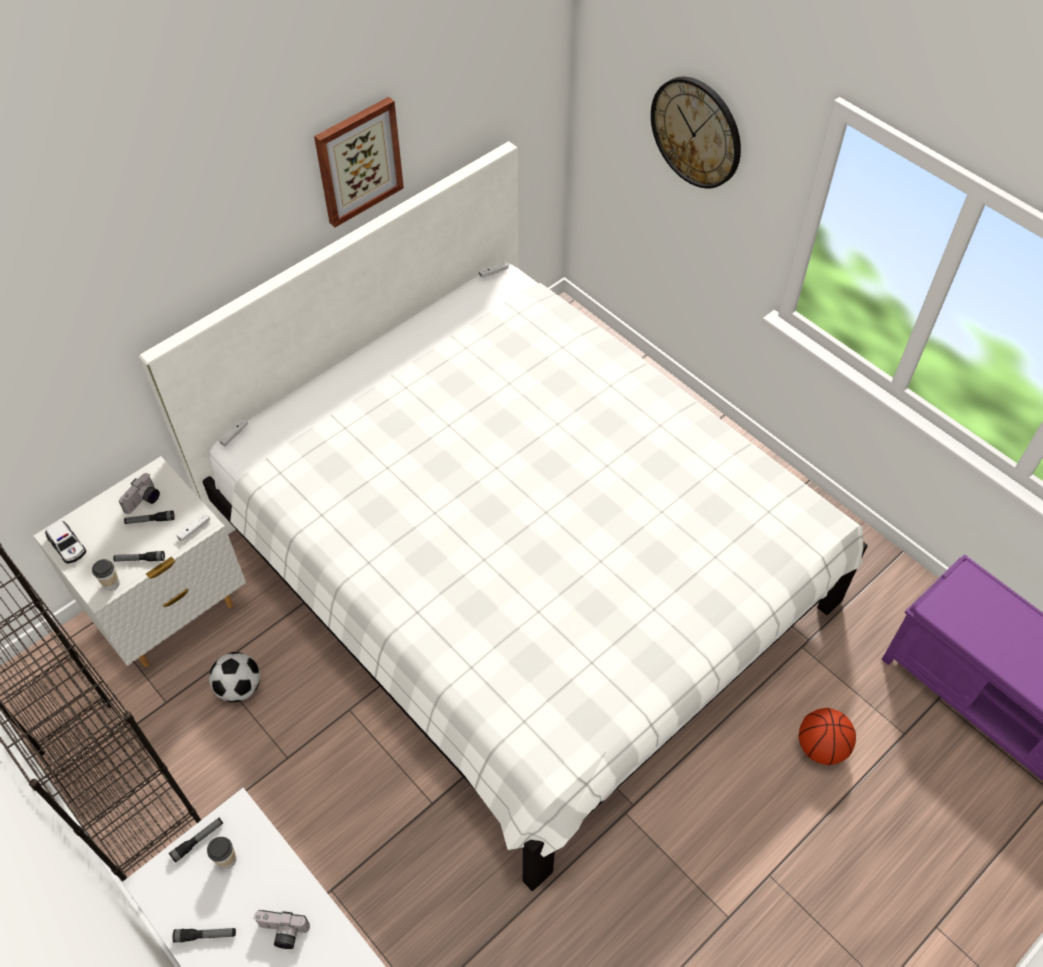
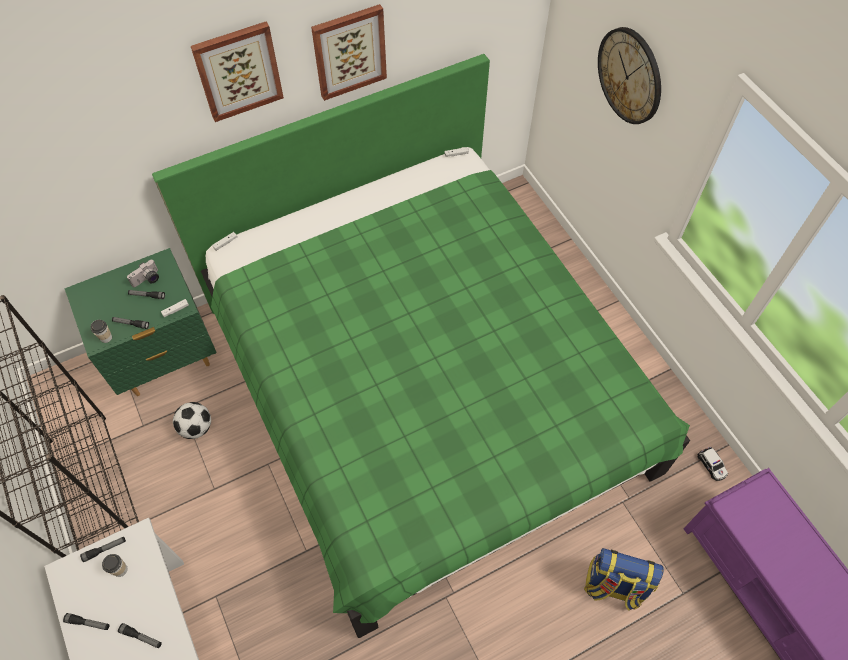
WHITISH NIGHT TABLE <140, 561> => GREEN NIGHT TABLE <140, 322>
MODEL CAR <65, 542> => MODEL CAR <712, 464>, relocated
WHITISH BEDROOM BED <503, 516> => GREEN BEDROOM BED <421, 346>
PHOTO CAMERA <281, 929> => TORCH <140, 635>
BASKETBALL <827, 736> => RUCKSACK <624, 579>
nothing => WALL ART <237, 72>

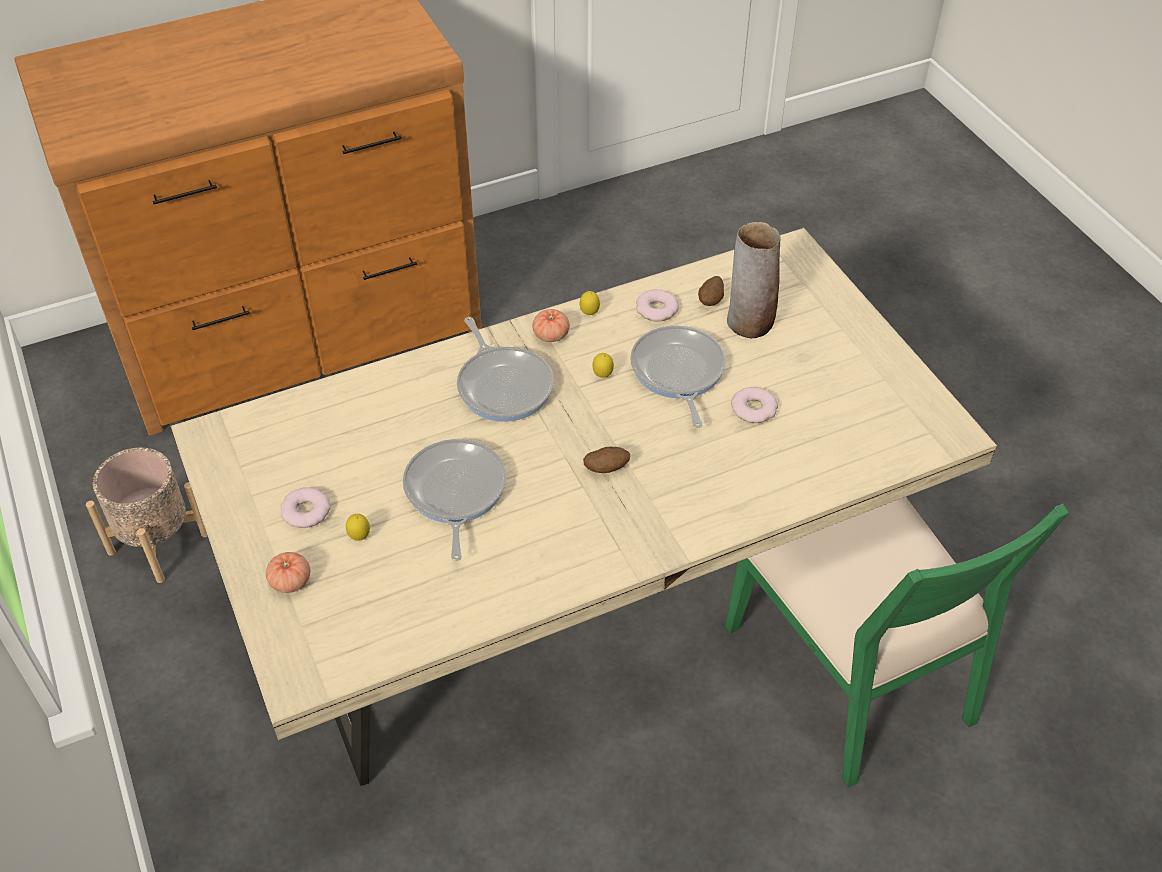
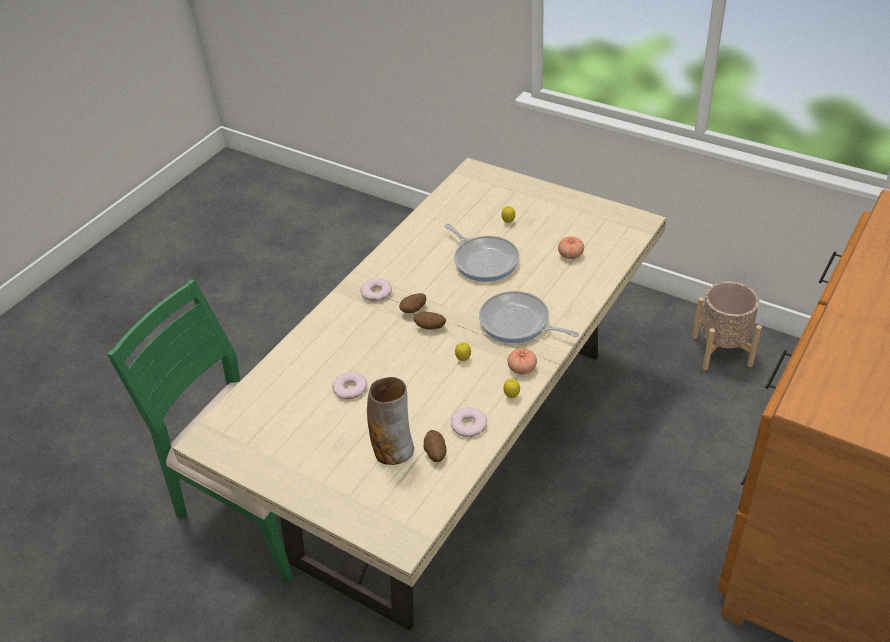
WHOLE TOMATO <288, 572> => WHOLE TOMATO <571, 247>, relocated
RING DOUGHNUT <305, 507> => RING DOUGHNUT <376, 289>, relocated
PAN <678, 376> => nothing
nothing => WHOLE POTATO <430, 321>

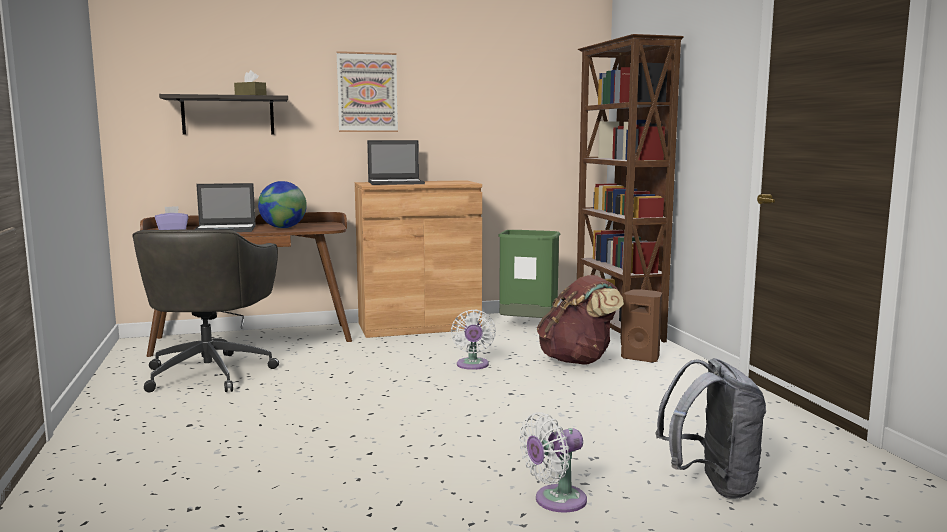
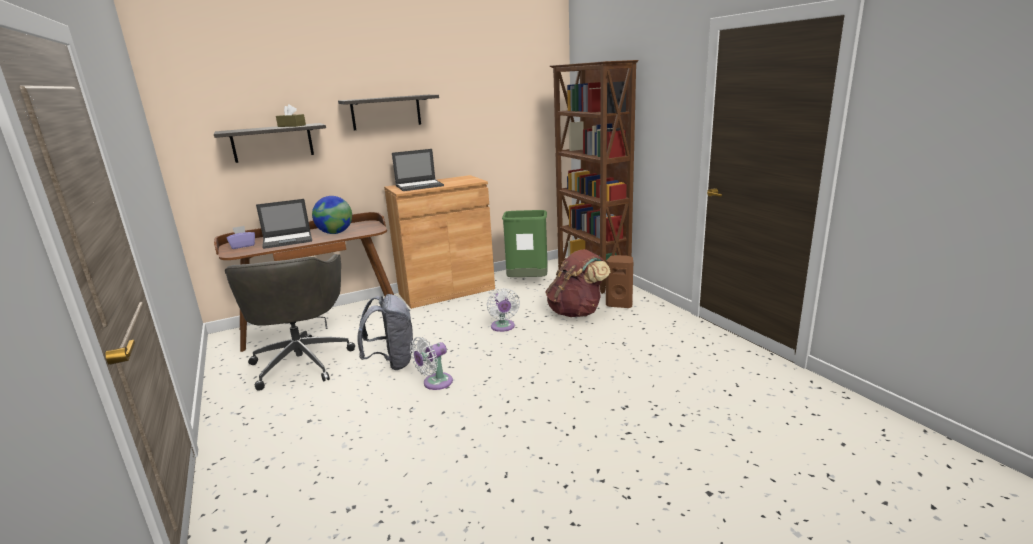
WALL ART <367, 91> => SHELF <388, 112>
WHITISH COOLING FAN <553, 462> => WHITISH COOLING FAN <431, 363>, relocated
GREYISH RUCKSACK <710, 428> => GREYISH RUCKSACK <385, 332>, relocated

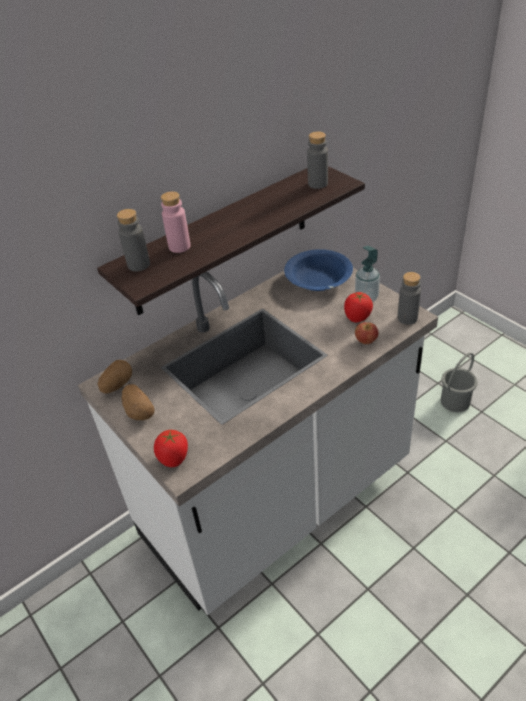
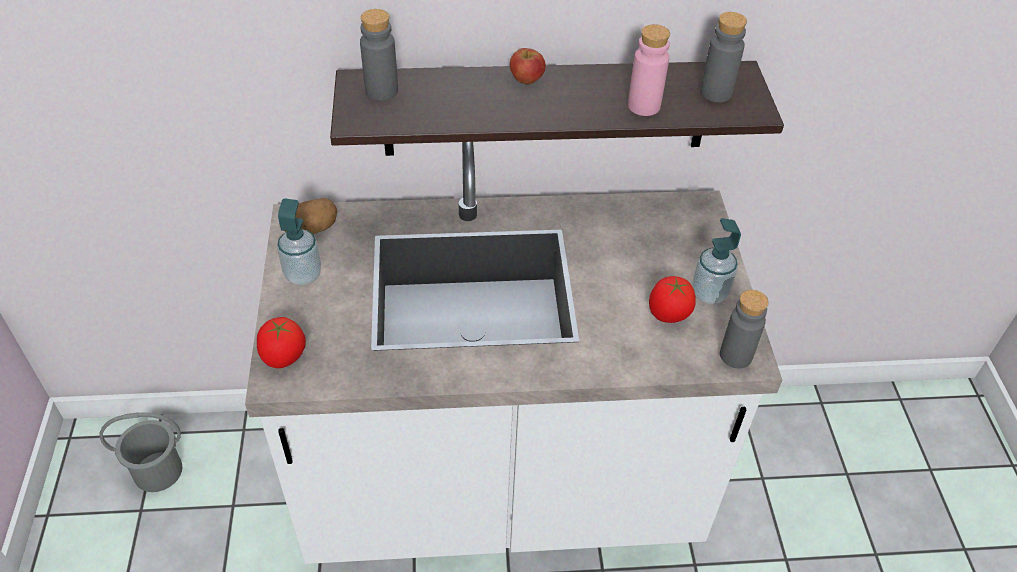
WHOLE POTATO <138, 402> => SOAP DISPENSER <299, 242>
PINK BEVERAGE BOTTLE <176, 222> => PINK BEVERAGE BOTTLE <649, 70>, relocated
BLUE SERVING BOWL <318, 270> => nothing
WHOLE APPLE <366, 333> => WHOLE APPLE <528, 66>, relocated
GREYISH PAIL <459, 382> => GREYISH PAIL <141, 452>, relocated

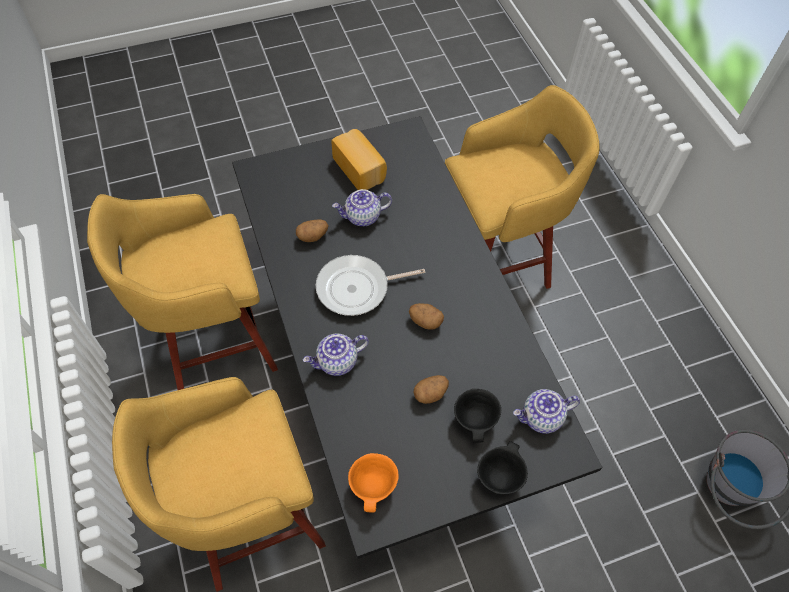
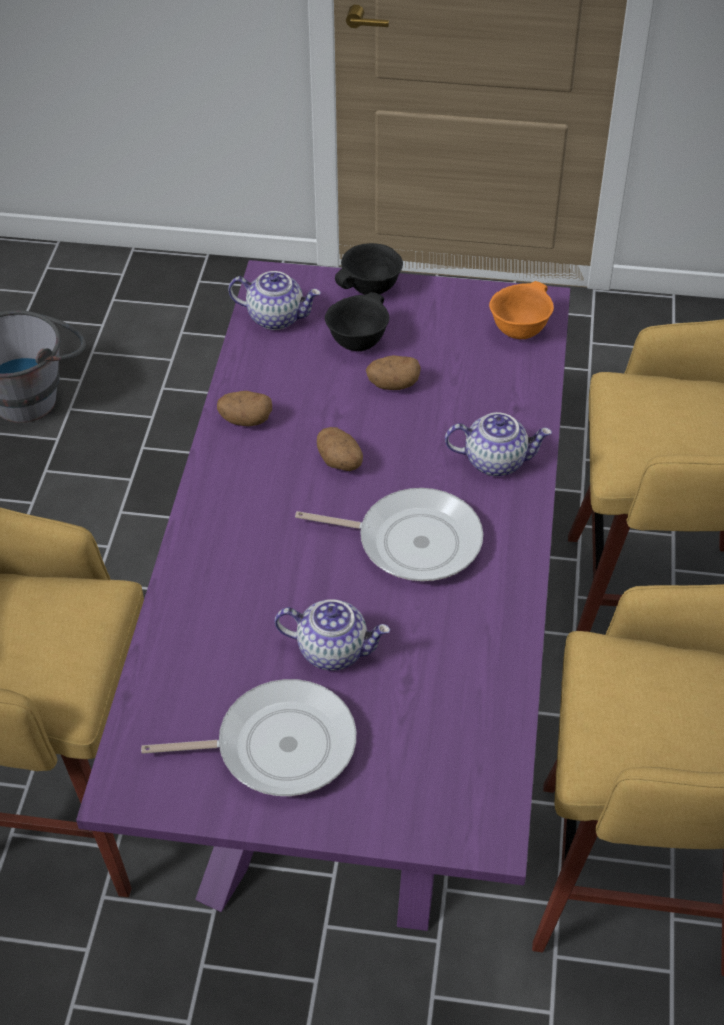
BLACK-COLOURED DINNER TABLE <417, 337> => PURPLE-COLOURED DINNER TABLE <323, 595>
WHOLE POTATO <312, 230> => WHOLE POTATO <244, 408>, relocated
BREAD <359, 159> => PAN <248, 737>

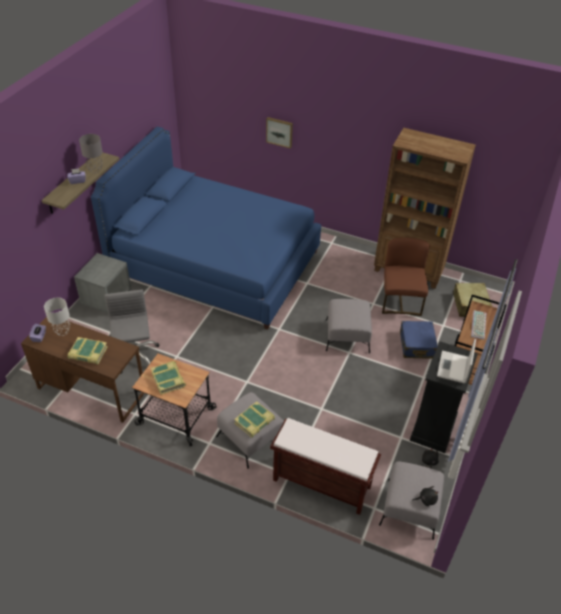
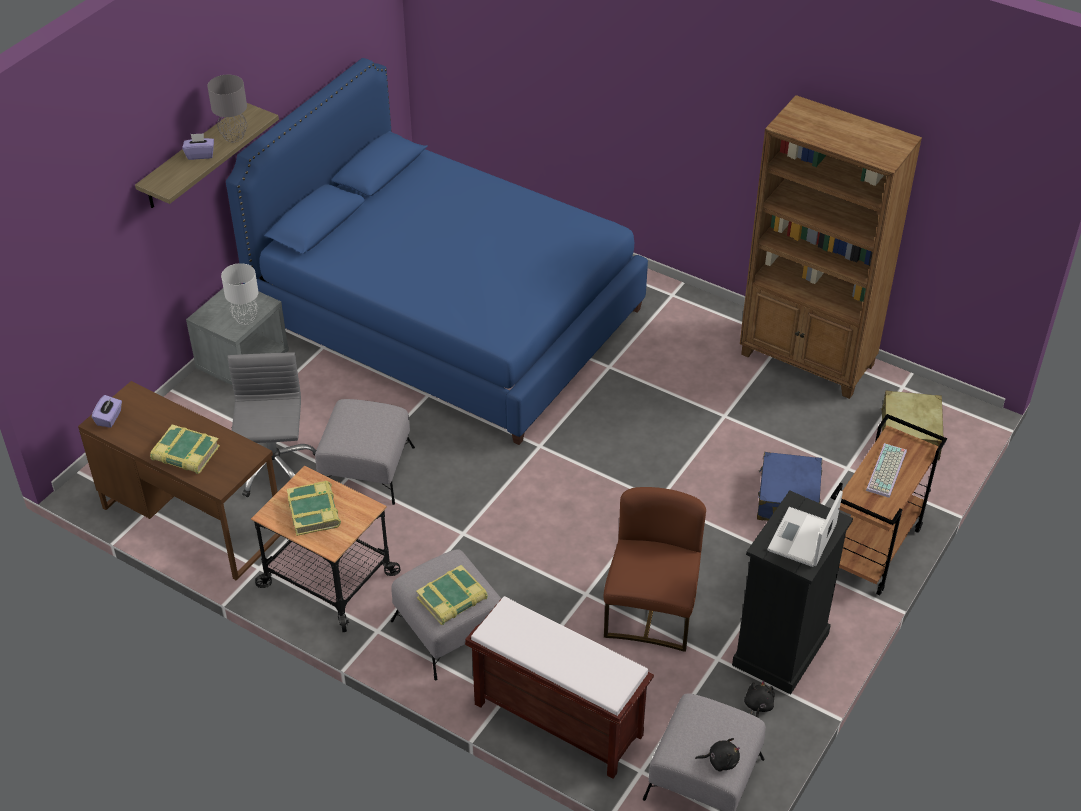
GREYISH LAMP FOR A TABLE <57, 317> => GREYISH LAMP FOR A TABLE <240, 294>, relocated
WALL ART <279, 133> => nothing
GREYISH POUFFE <349, 326> => GREYISH POUFFE <365, 452>, relocated
BROWNISH PLAIN CHAIR <406, 277> => BROWNISH PLAIN CHAIR <655, 569>, relocated

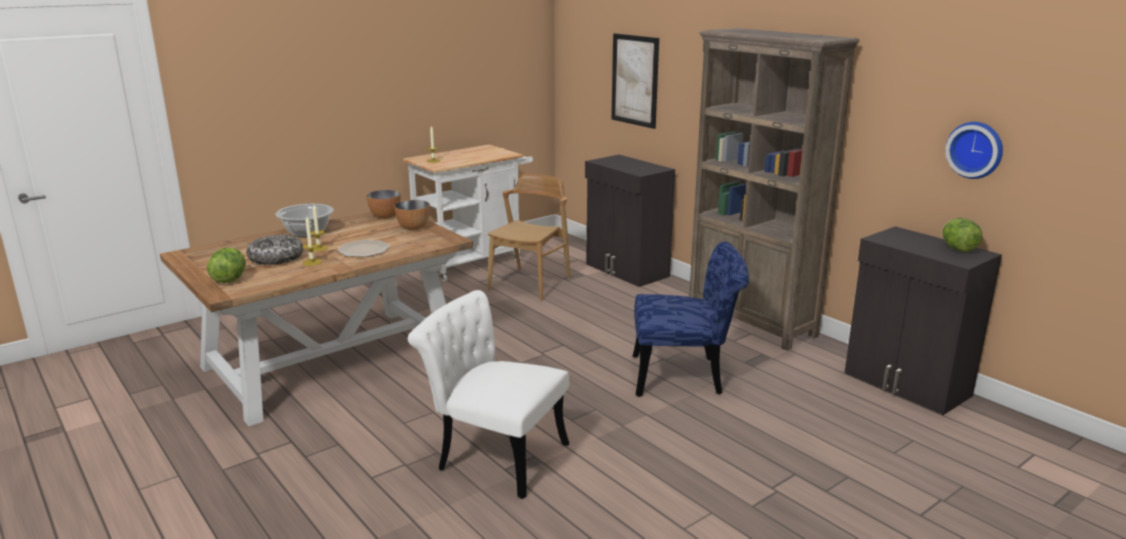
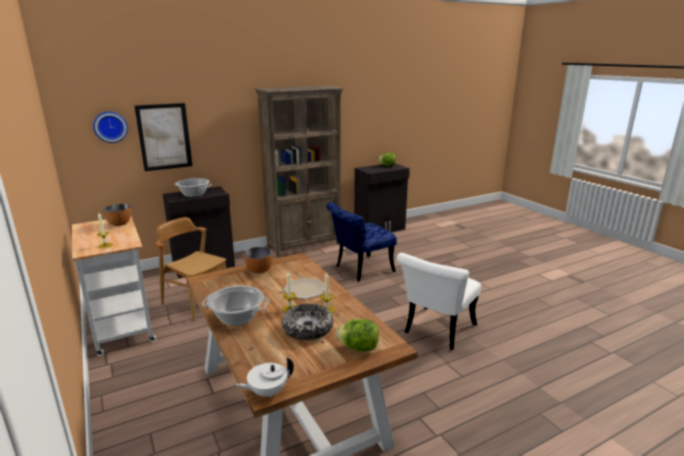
SERVING BOWL <384, 204> => SERVING BOWL <117, 215>, relocated
BLUE PLAIN CHAIR <691, 319> => BLUE PLAIN CHAIR <362, 241>, 135 degrees counterclockwise
CLOCK ON THE WALL <974, 150> => CLOCK ON THE WALL <110, 127>, relocated
nothing => SAUCEPOT <193, 187>
nothing => WHITISH TEAPOT <265, 377>

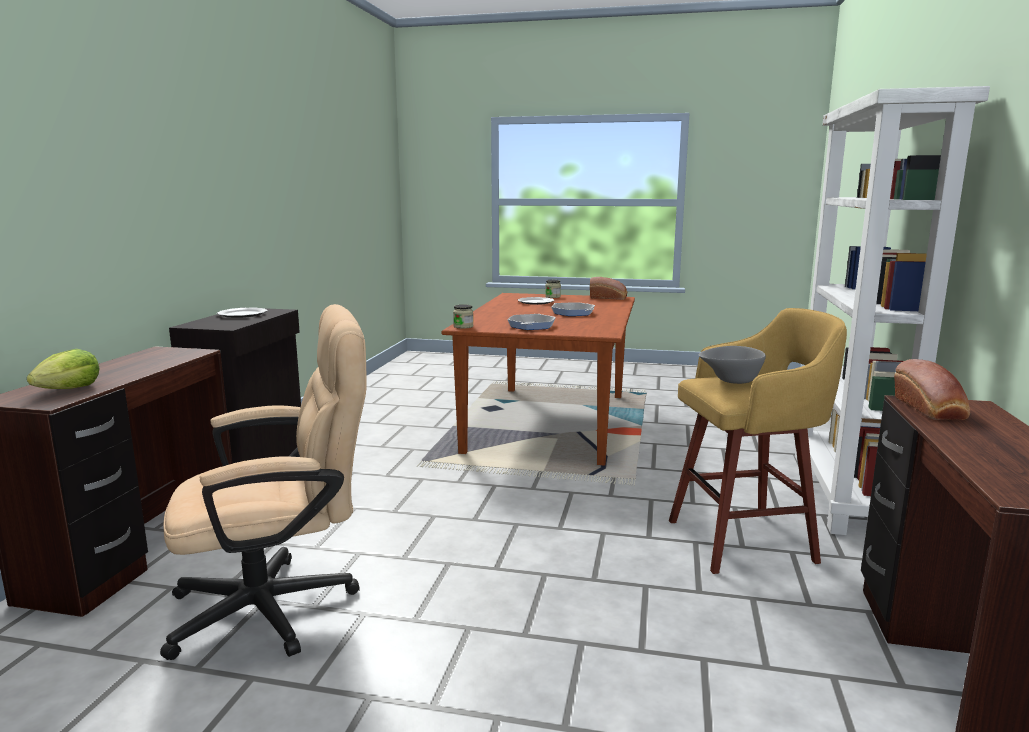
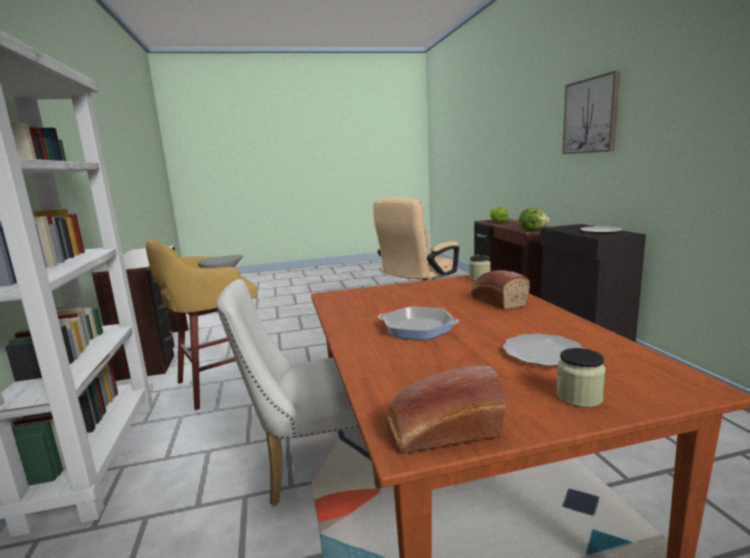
PAN <532, 322> => nothing
BREAD <932, 389> => BREAD <500, 290>, relocated
nothing => WHITISH PLAIN CHAIR <300, 392>
nothing => HEAD OF LETTUCE <534, 219>
nothing => WALL ART <591, 112>

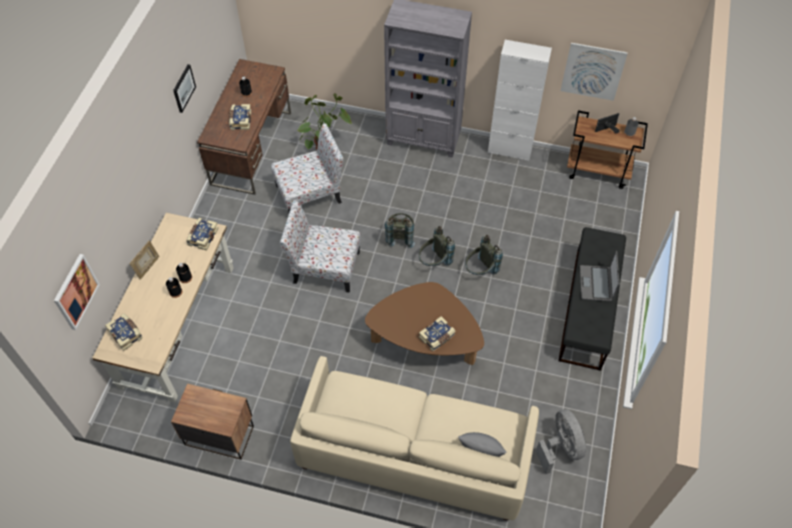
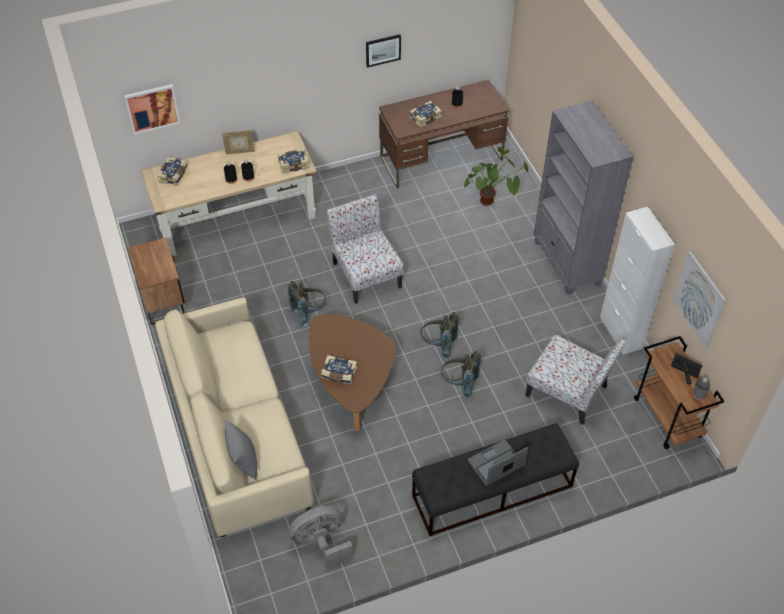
PLAIN CHAIR <307, 167> => PLAIN CHAIR <575, 380>, relocated
GREYISH RUCKSACK <400, 230> => GREYISH RUCKSACK <307, 304>, relocated
GREYISH COOLING FAN <561, 441> => GREYISH COOLING FAN <321, 537>, 150 degrees counterclockwise

